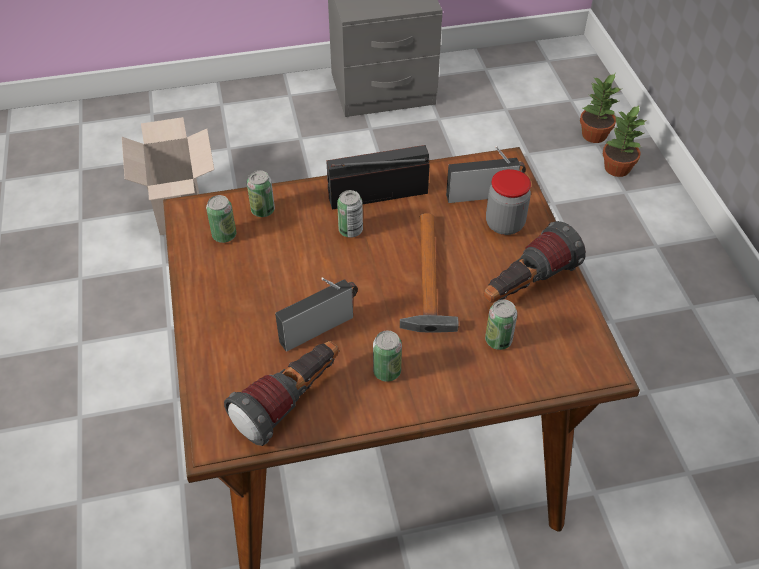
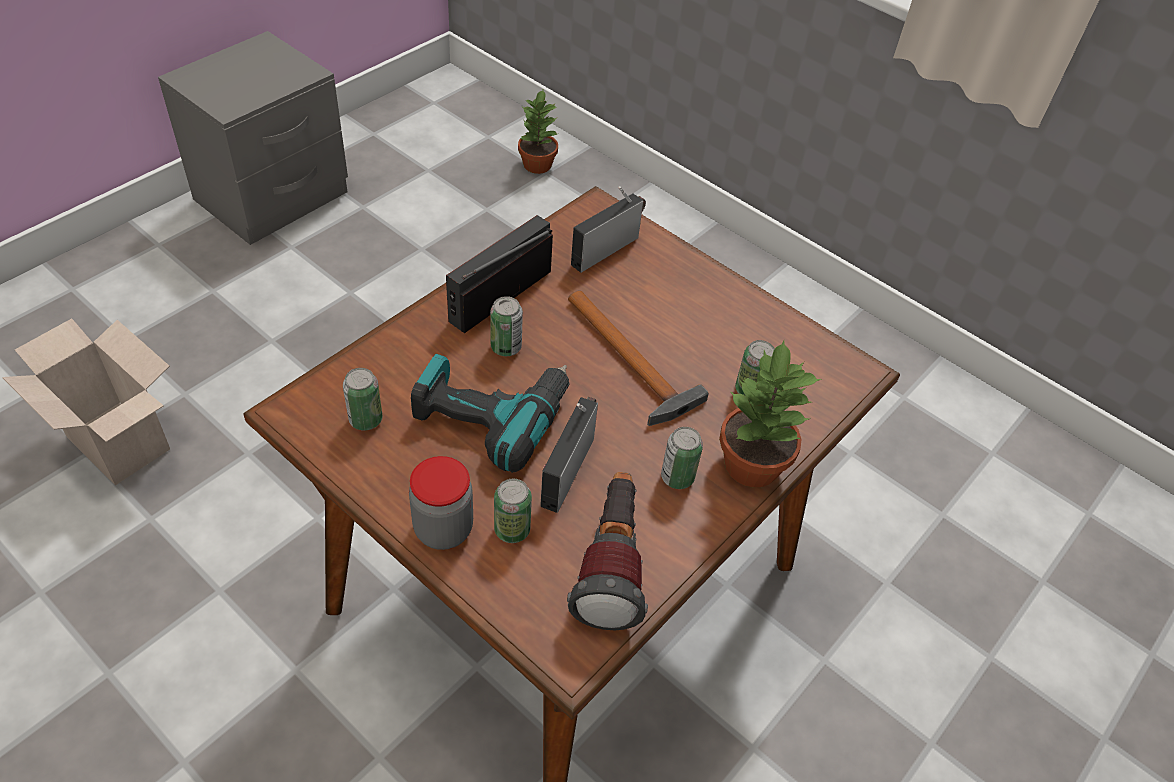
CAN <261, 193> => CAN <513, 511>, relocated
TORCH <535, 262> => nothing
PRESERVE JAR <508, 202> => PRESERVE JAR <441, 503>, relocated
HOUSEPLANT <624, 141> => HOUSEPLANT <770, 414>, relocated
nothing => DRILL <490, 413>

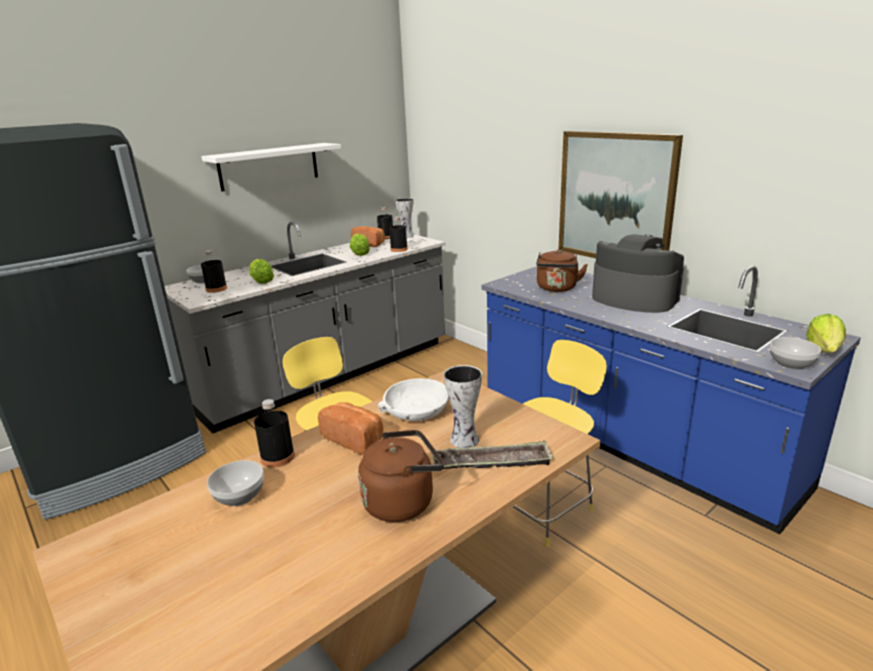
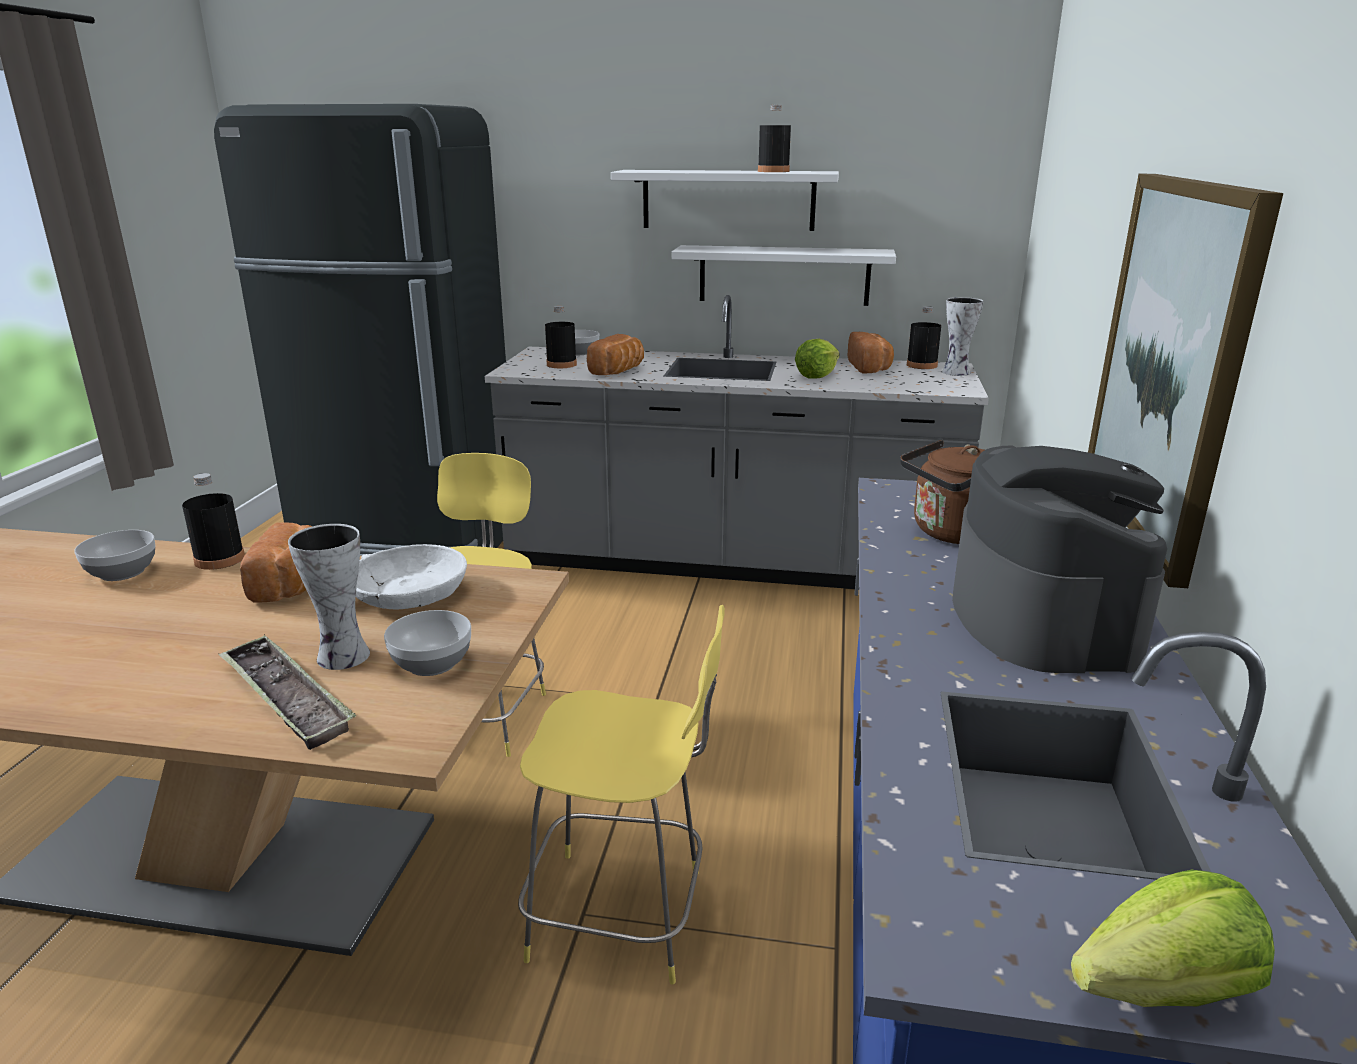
HEAD OF LETTUCE <261, 271> => BREAD <615, 354>
BROWNISH WATER KETTLE <401, 476> => nothing
BLACK-COLOURED BEVERAGE BOTTLE <398, 234> => BLACK-COLOURED BEVERAGE BOTTLE <774, 138>, relocated
SERVING BOWL <795, 353> => SERVING BOWL <427, 643>, relocated
nothing => WHITISH SHELF <783, 275>

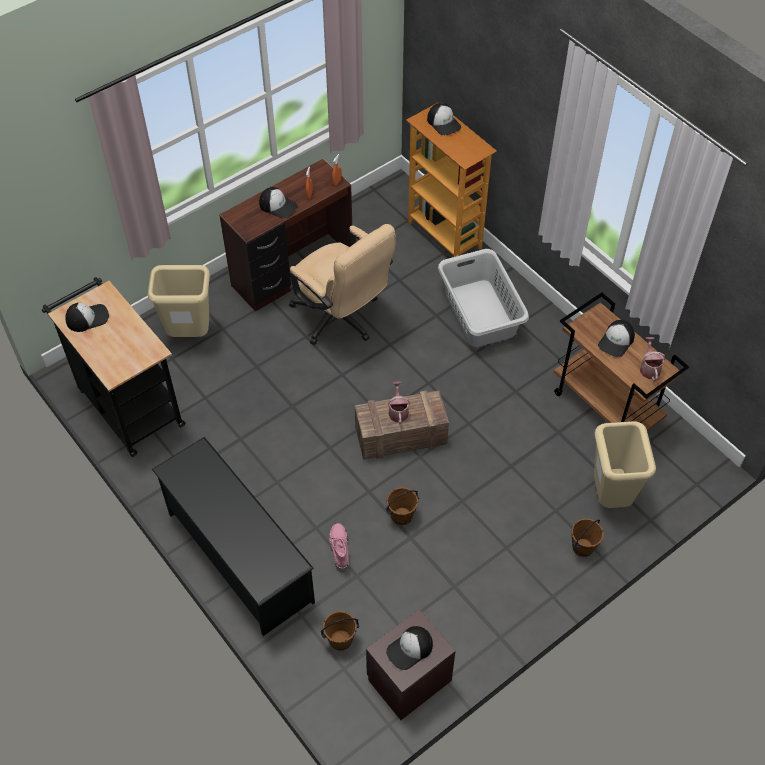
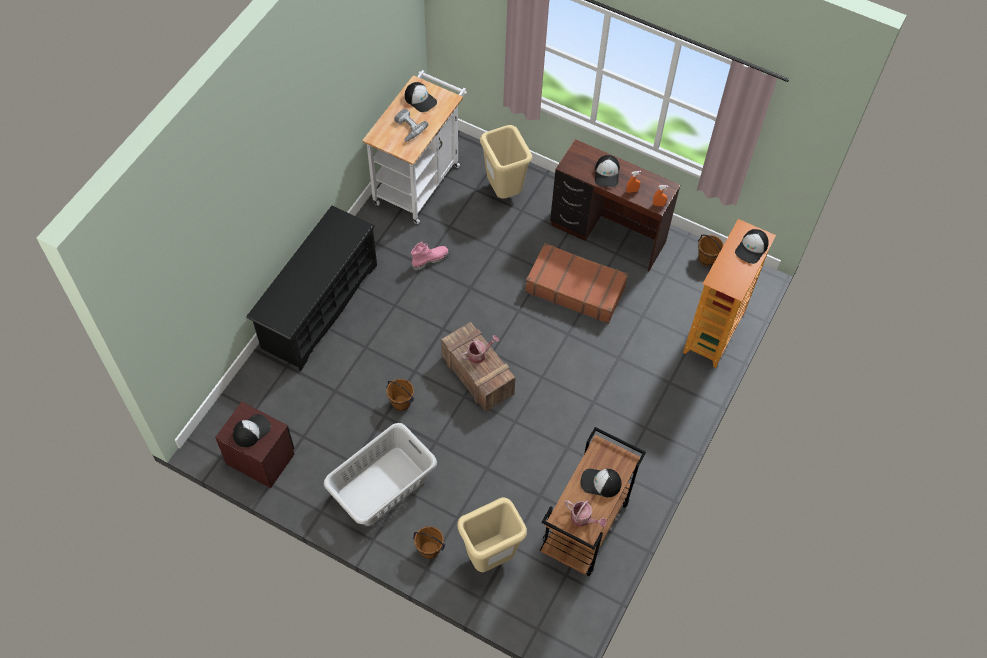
BLACK-COLOURED TROLLEY <113, 367> => WHITISH TROLLEY <414, 147>
BEIGE COMPUTER CHAIR <342, 284> => BROWNISH SUITCASE <576, 283>
BROWNISH PAIL <340, 631> => BROWNISH PAIL <711, 250>, relocated
PINK BOOT <339, 547> => PINK BOOT <430, 256>, relocated
BASEBALL CAP <409, 648> => BASEBALL CAP <252, 430>, 105 degrees clockwise
GREYISH HAMPER <483, 298> => GREYISH HAMPER <380, 474>, relocated
SPRINKLING CAN <652, 359> => SPRINKLING CAN <586, 513>, 60 degrees clockwise
nothing => DRILL <411, 125>

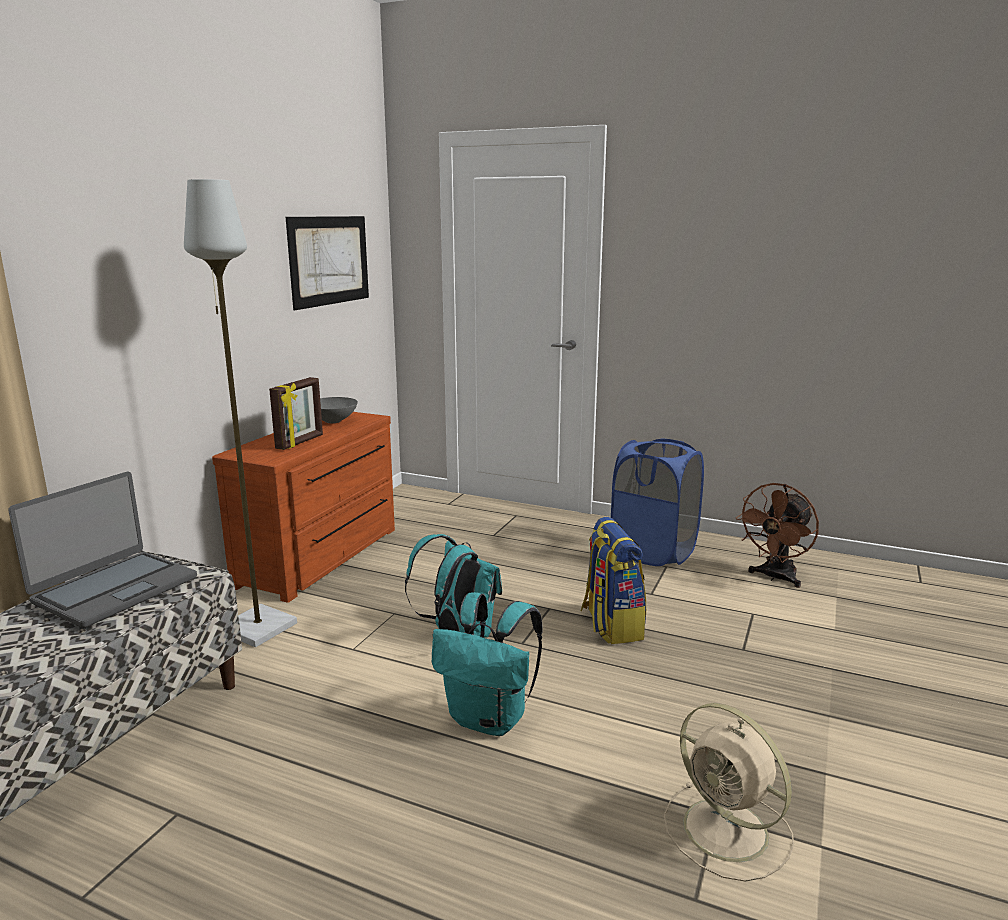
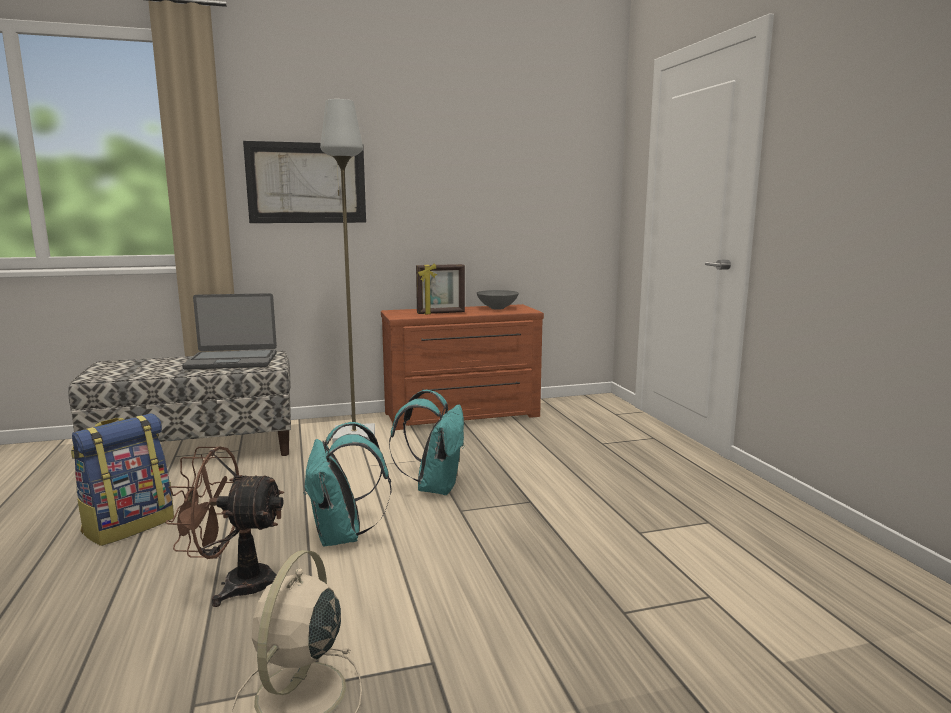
WALL ART <327, 263> => WALL ART <304, 182>, relocated
RUCKSACK <613, 580> => RUCKSACK <122, 479>, relocated
BLUE HAMPER <657, 502> => nothing
BROWNISH COOLING FAN <777, 535> => BROWNISH COOLING FAN <224, 526>, relocated

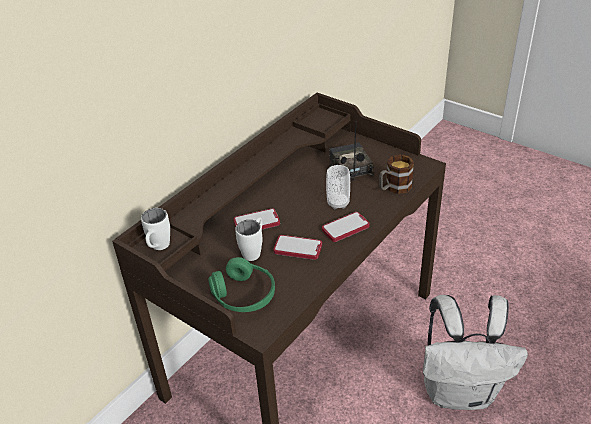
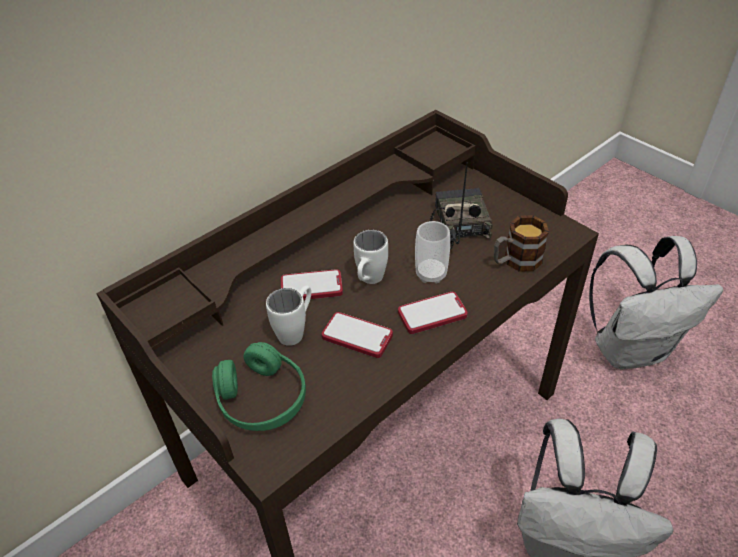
WHITISH TEA MUG <155, 229> => WHITISH TEA MUG <370, 257>, relocated
nothing => WHITISH RUCKSACK <656, 302>

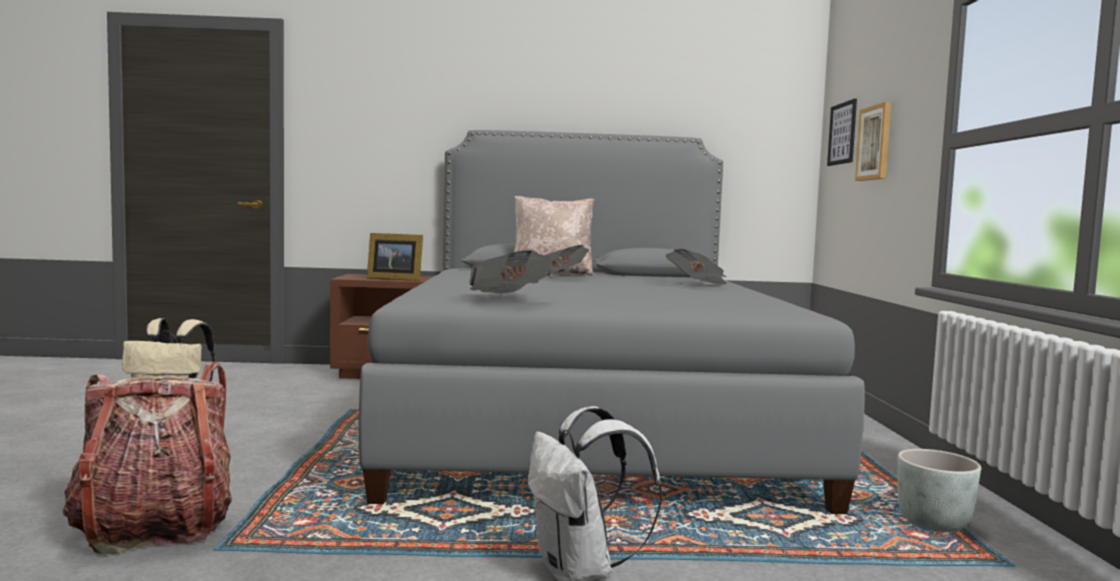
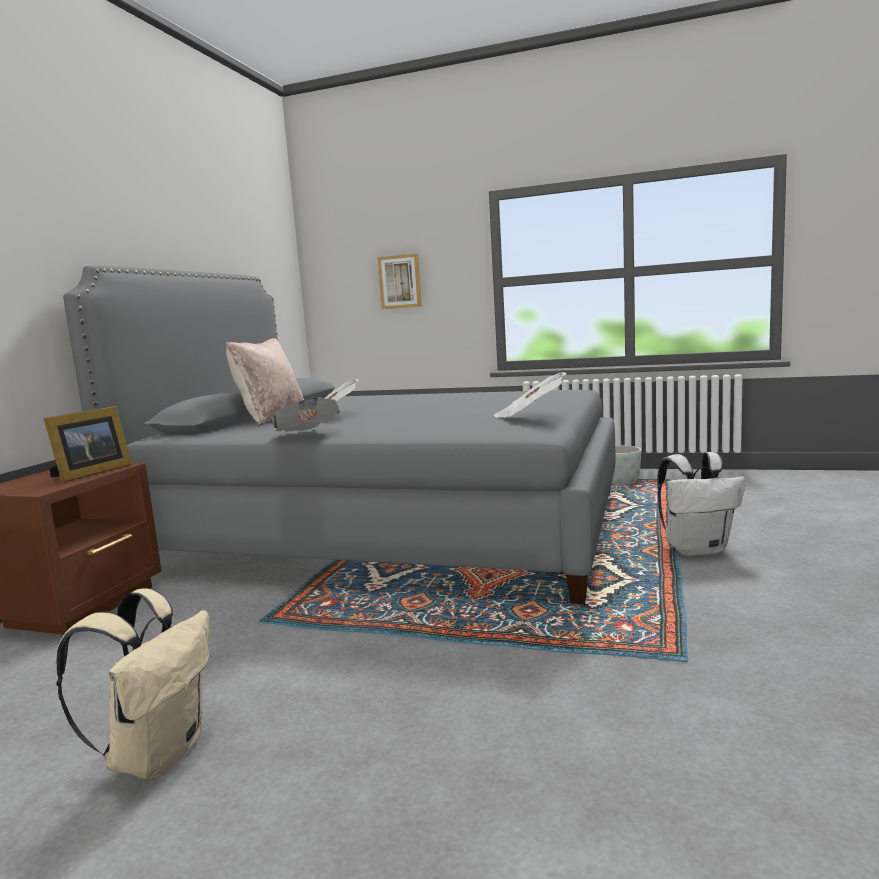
RUCKSACK <147, 458> => nothing
PRINTED PAPER <696, 266> => PRINTED PAPER <305, 414>, relocated
WALL ART <842, 132> => nothing

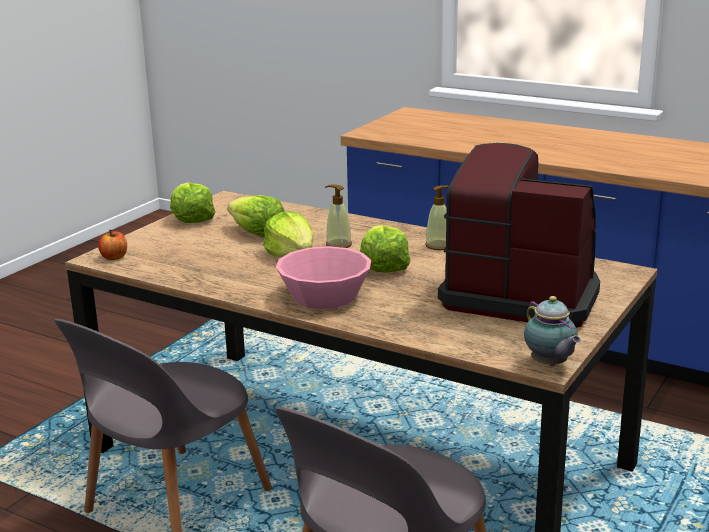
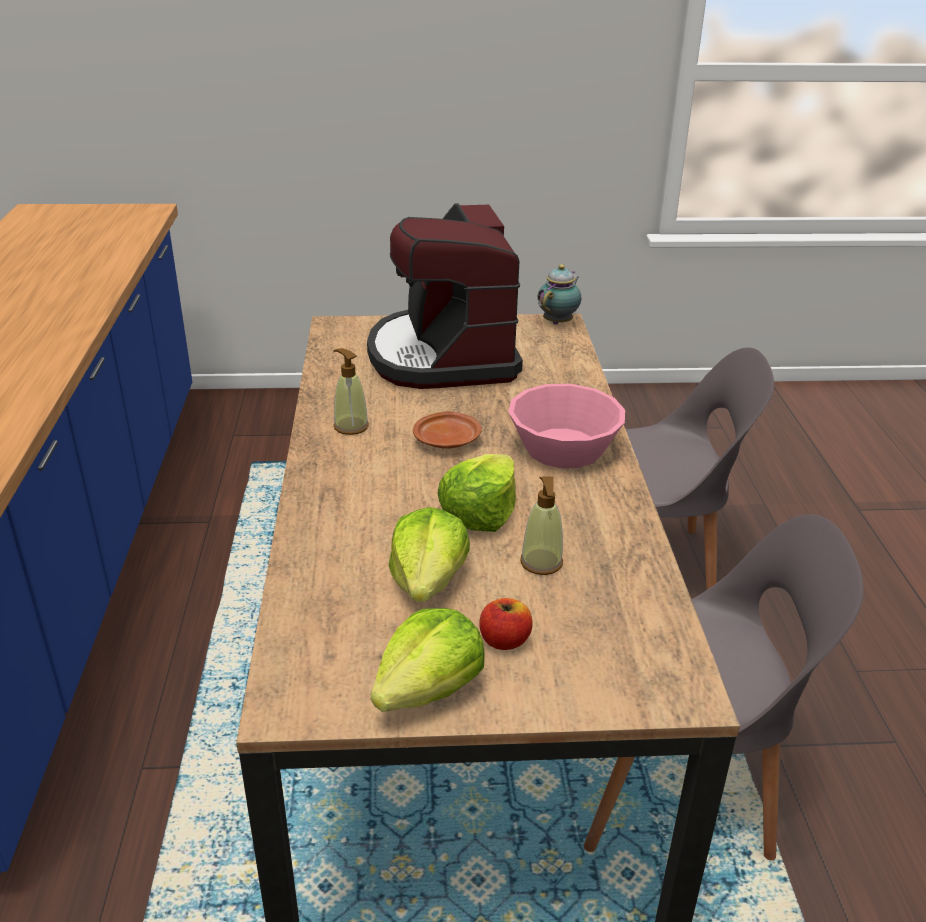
WHOLE APPLE <112, 245> => WHOLE APPLE <506, 624>, relocated
SOAP DISPENSER <338, 216> => SOAP DISPENSER <541, 526>, relocated
HEAD OF LETTUCE <385, 249> => BROWNISH FLAT DISH <447, 430>

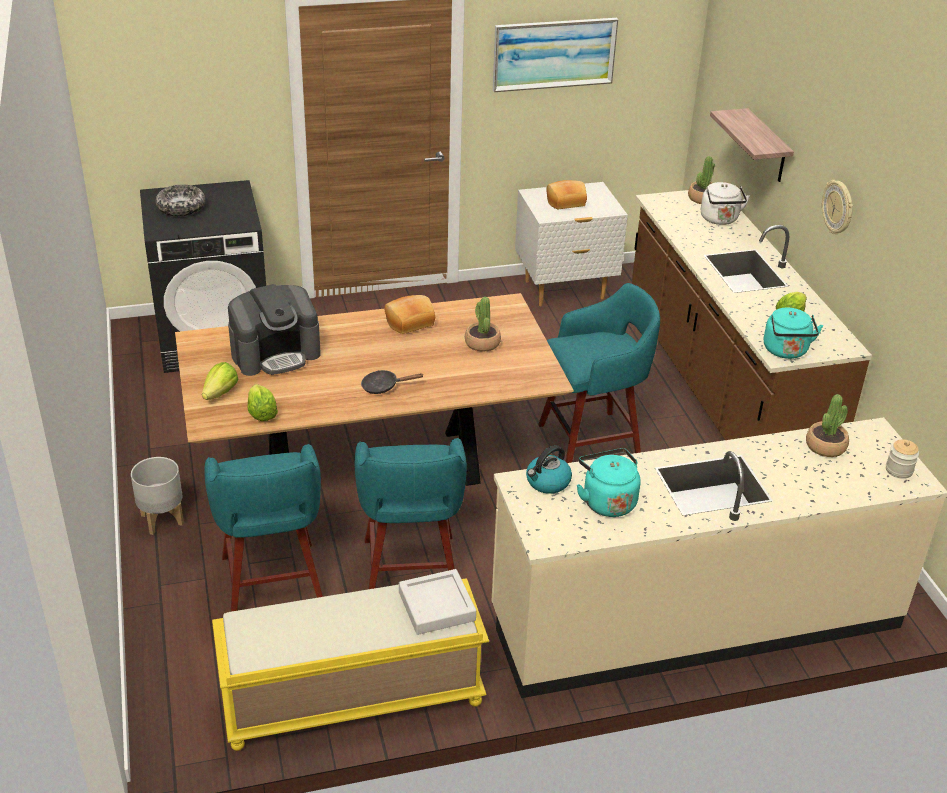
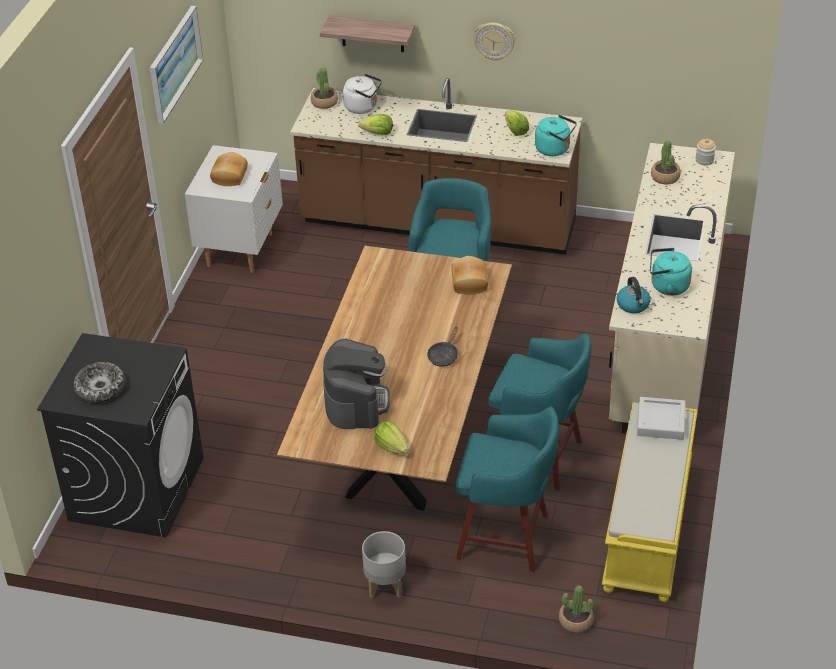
HEAD OF LETTUCE <262, 402> => HEAD OF LETTUCE <375, 124>, relocated
BREAD <409, 314> => BREAD <469, 275>, relocated
HOUSEPLANT <483, 324> => HOUSEPLANT <576, 609>, relocated

